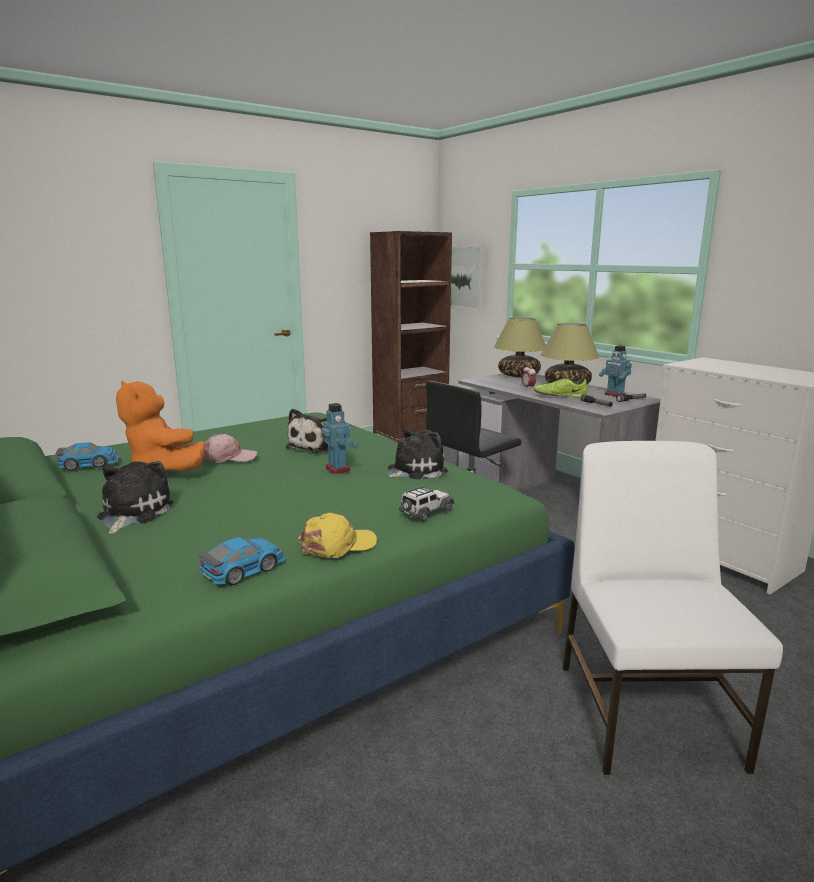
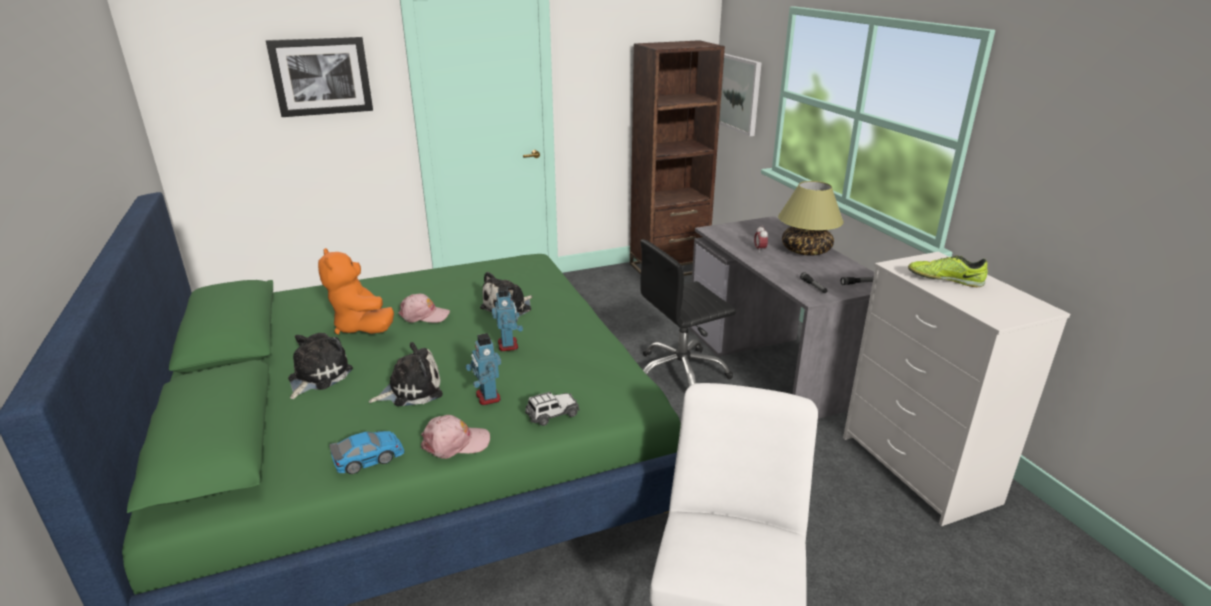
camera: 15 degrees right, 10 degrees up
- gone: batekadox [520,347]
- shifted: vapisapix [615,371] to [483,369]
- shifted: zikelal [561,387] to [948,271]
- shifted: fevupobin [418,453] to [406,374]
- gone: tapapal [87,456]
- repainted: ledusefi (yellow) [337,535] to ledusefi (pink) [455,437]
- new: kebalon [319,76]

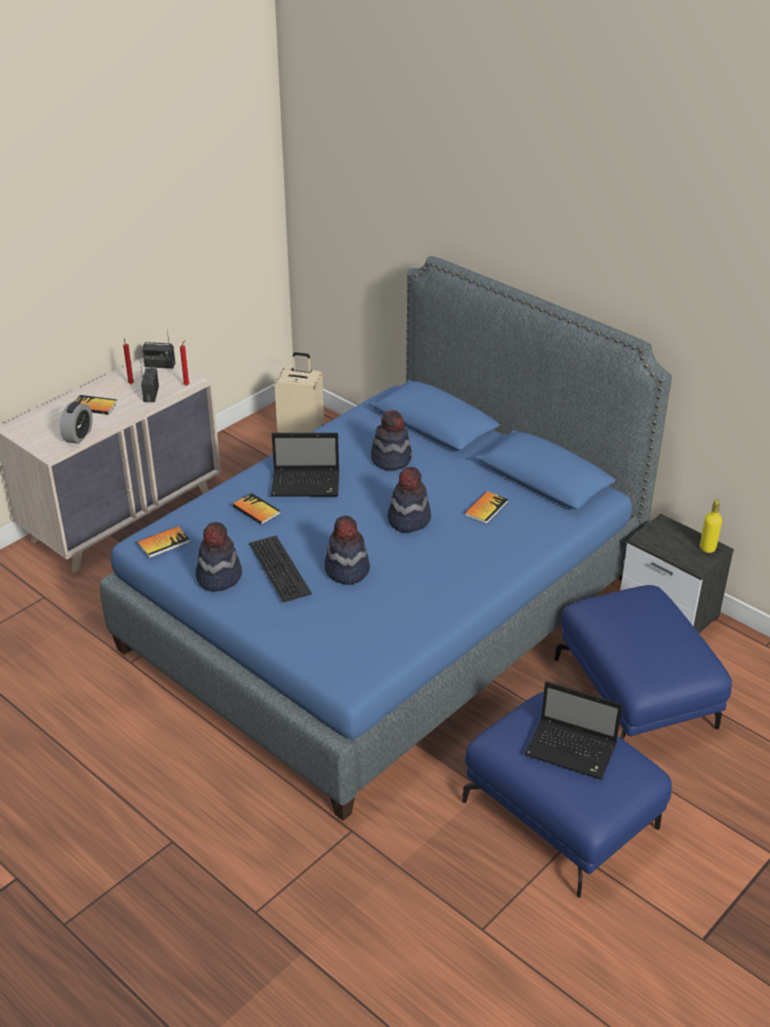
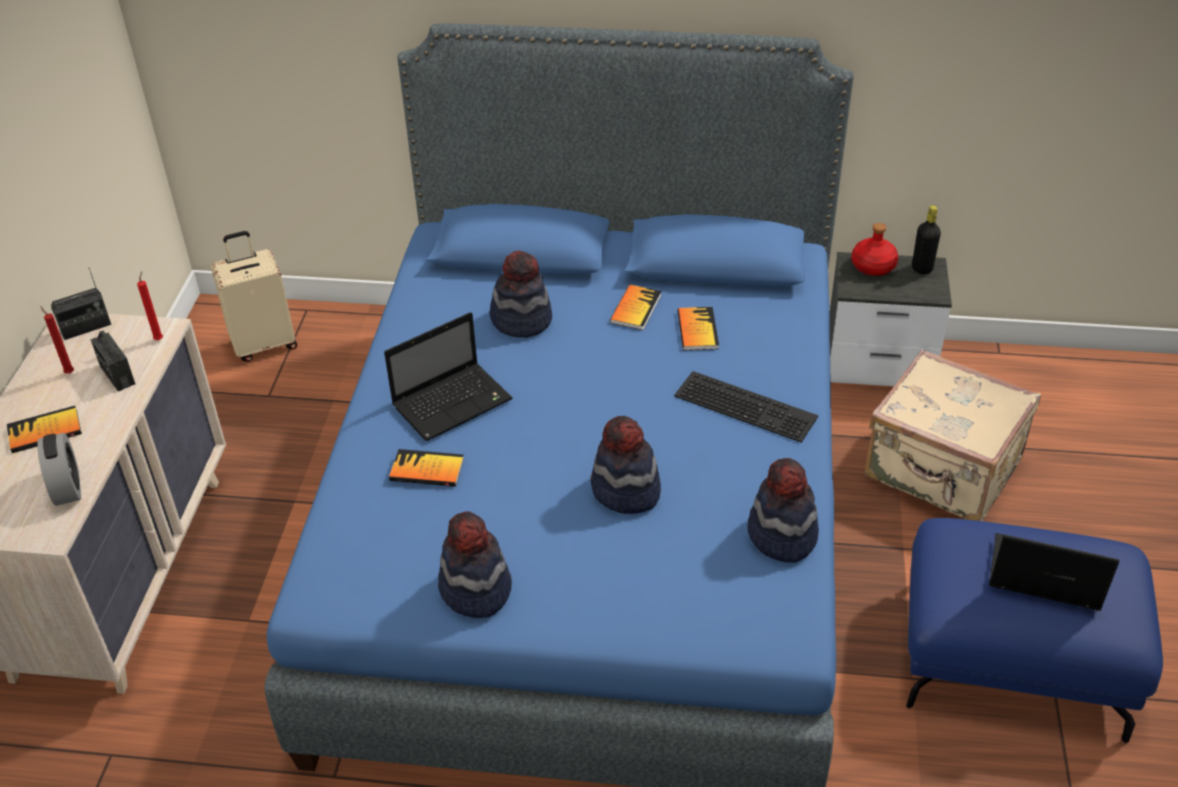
camera: 35 degrees left, 5 degrees up
- shifted: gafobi [409,499] to [783,510]
- repainted: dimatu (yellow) [711,526] to dimatu (black) [926,239]
- shifted: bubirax [164,542] to [635,307]
- shifted: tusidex [280,569] to [746,407]
- swapped: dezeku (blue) [643,662] to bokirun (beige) [952,435]
- rotated: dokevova [573,730] = [1054,572] 150 degrees counterclockwise
- new: dimatu (red) [874,249]

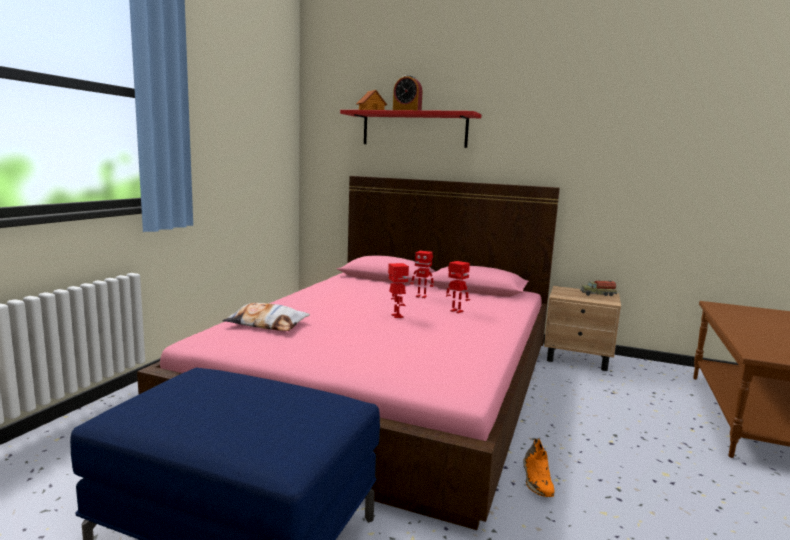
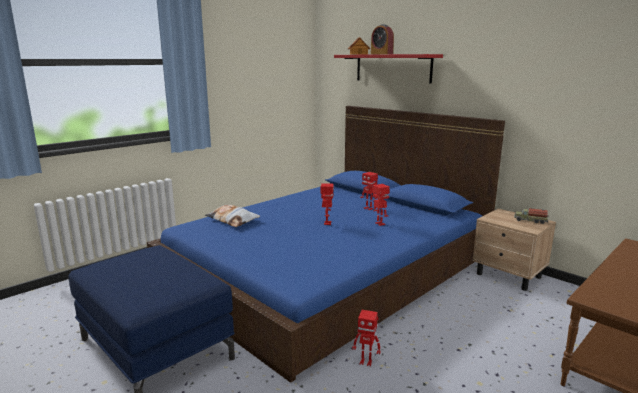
camera: 25 degrees right, 5 degrees up
- repainted: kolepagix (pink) [348,353] to kolepagix (blue) [326,244]
- swapped: zikelal (orange) [538,467] to vapisapix [366,338]

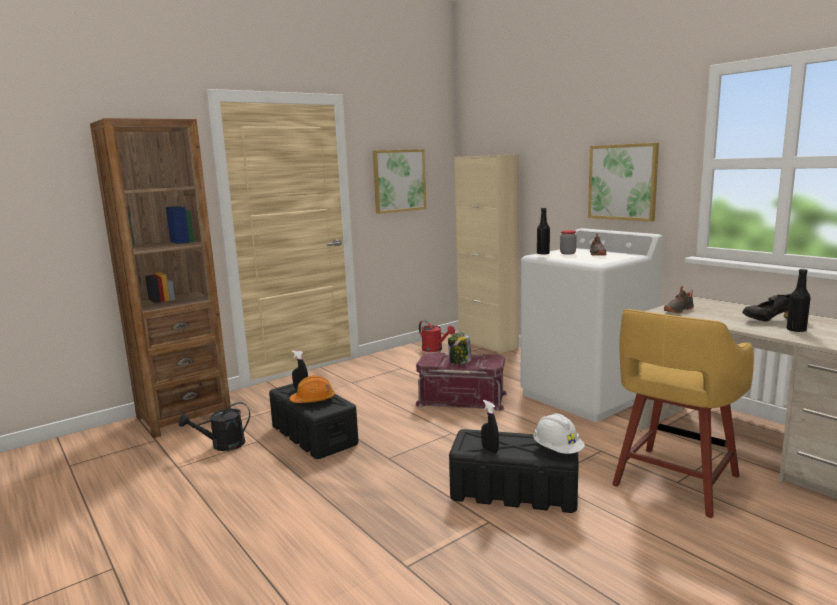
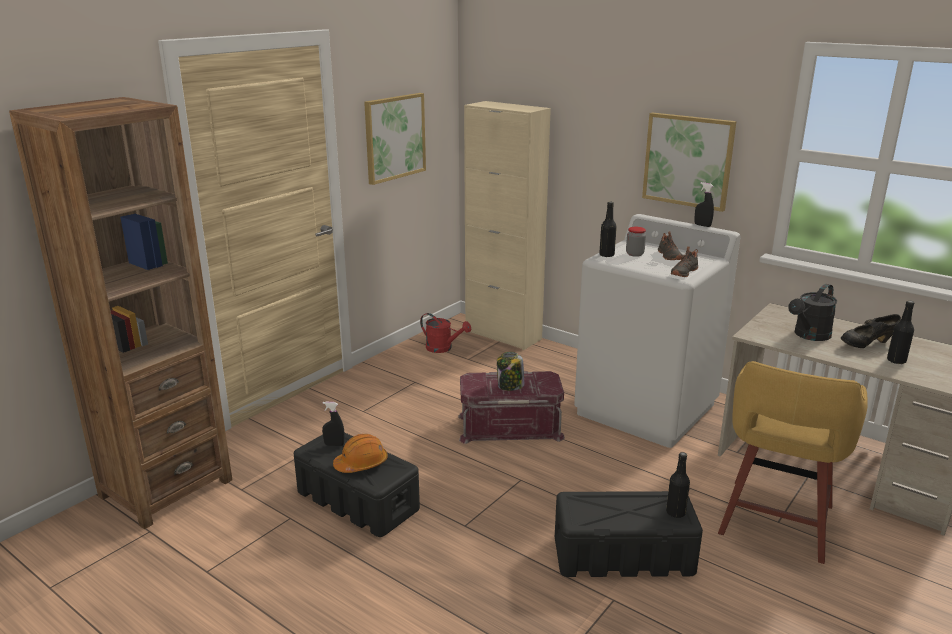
camera: 15 degrees left, 10 degrees up
- shifted: zikelal (black) [679,299] to [684,261]
- shifted: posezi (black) [490,426] to [704,204]
- shifted: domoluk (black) [214,426] to [812,312]
- swapped: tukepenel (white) [559,433] to dimatu (black) [678,485]

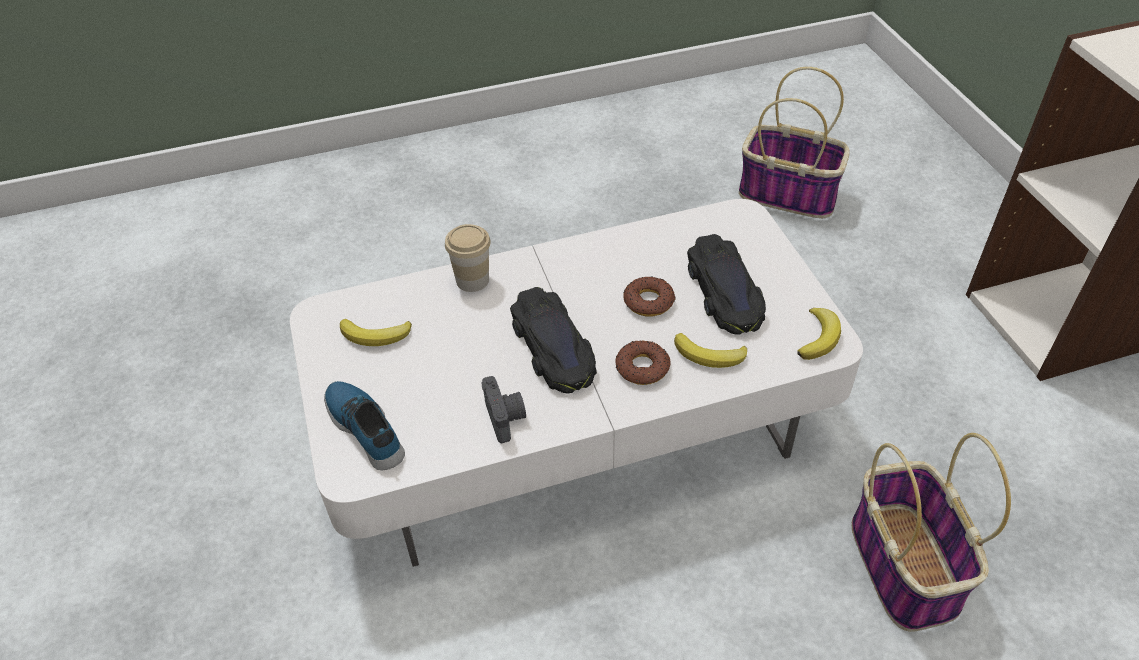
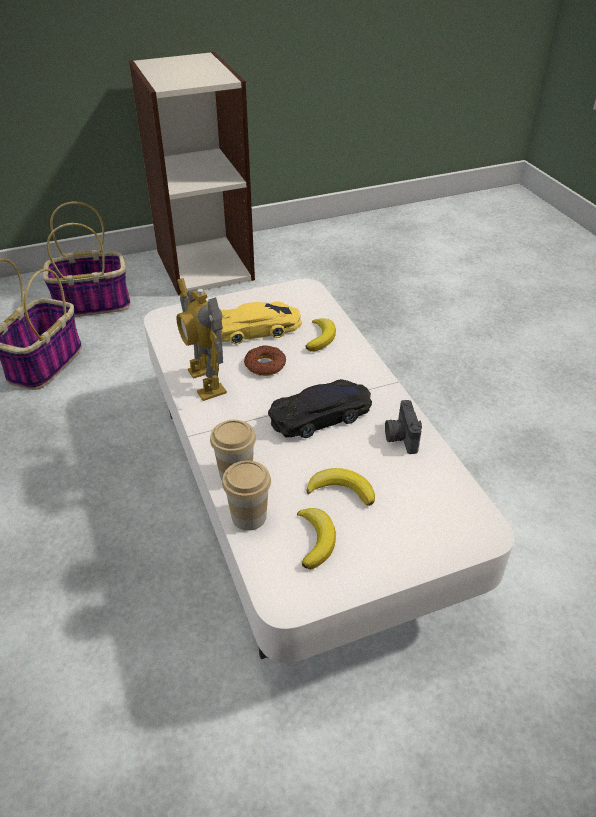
camera: 95 degrees left, 5 degrees down
- repainted: tapapal (black) [726,284] to tapapal (yellow) [261,323]
- shifted: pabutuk [819,334] to [340,487]
- gone: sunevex [643,362]
- rotated: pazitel [503,409] = [403,427] 75 degrees counterclockwise
- gone: zikelal [364,425]
- shifted: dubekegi [931,532] to [87,259]
- new: vapisapix [201,339]
- new: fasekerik [246,496]

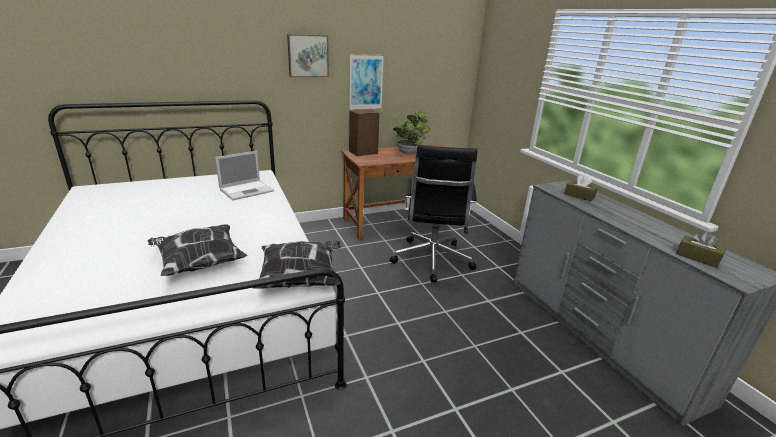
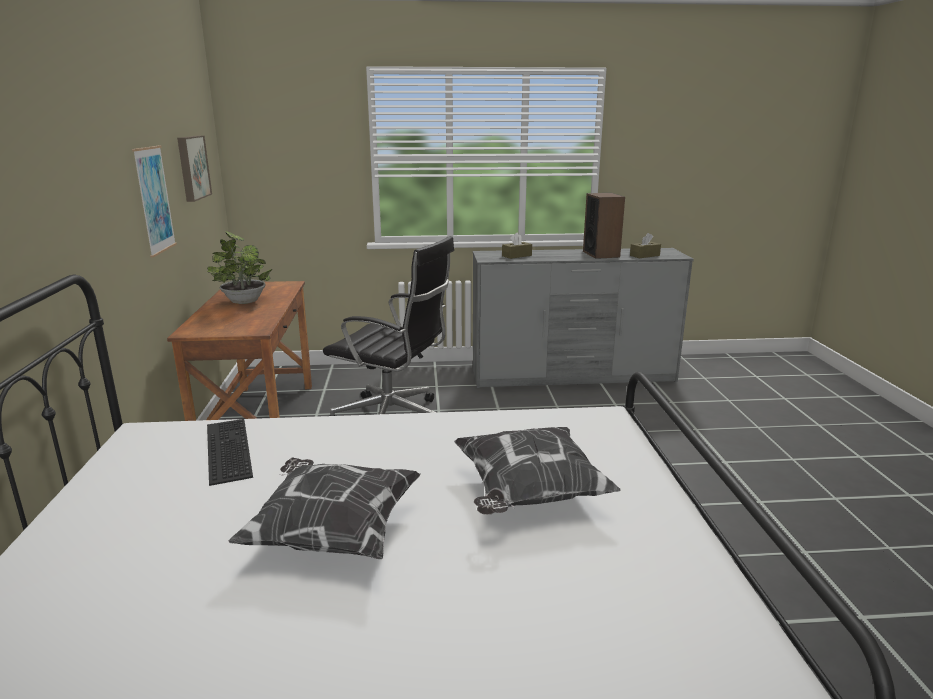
camera: 70 degrees left, 5 degrees down
- shifted: kebalon [308,55] to [194,169]
- shifted: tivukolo [364,132] to [604,226]
- swapped: dokevova [244,176] to tusidex [230,452]
- shifted: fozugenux [297,264] to [325,508]

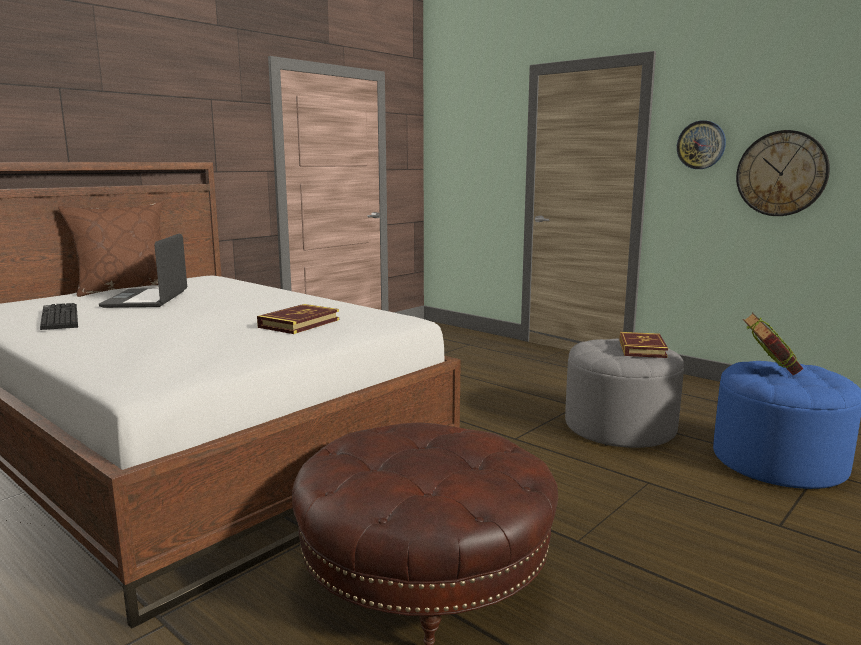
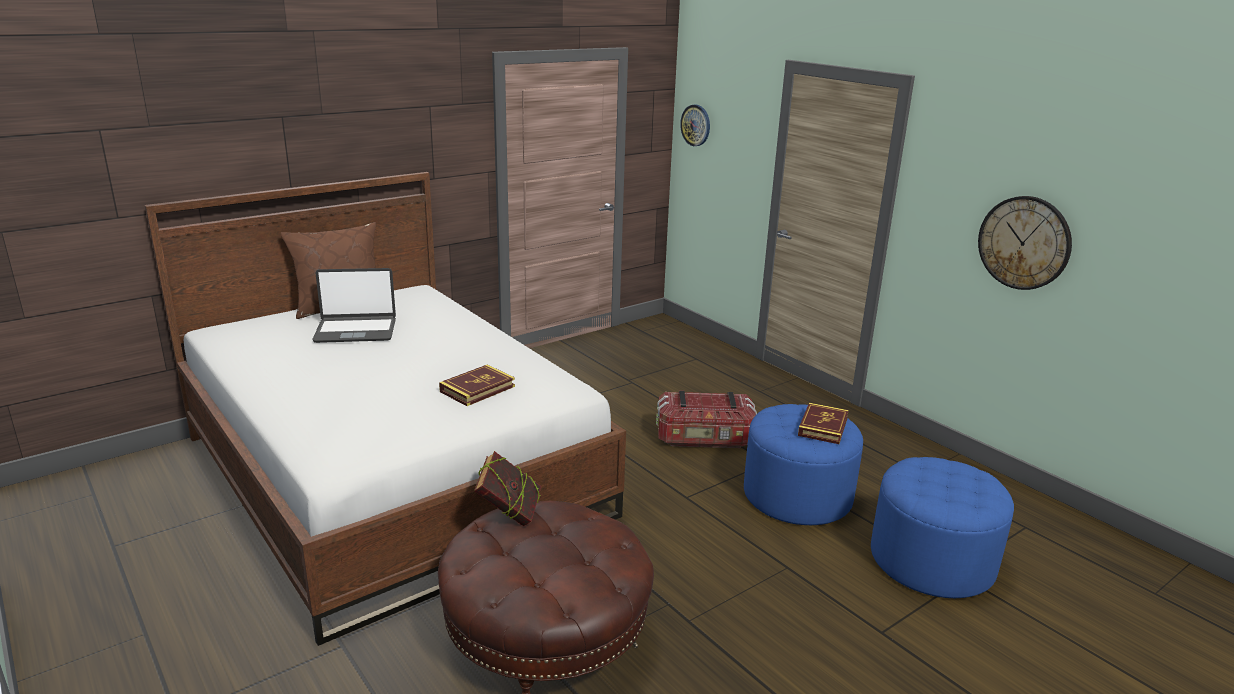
camera: 10 degrees right, 10 degrees up
- shifted: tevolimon [701,144] to [695,125]
- rotated: dokevova [143,271] = [354,305] 105 degrees counterclockwise
- gone: tusidex [59,316]
- shifted: bubirax [773,343] to [508,488]
- repainted: dezeku (grey) [624,393] to dezeku (blue) [803,464]
- new: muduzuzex [706,419]

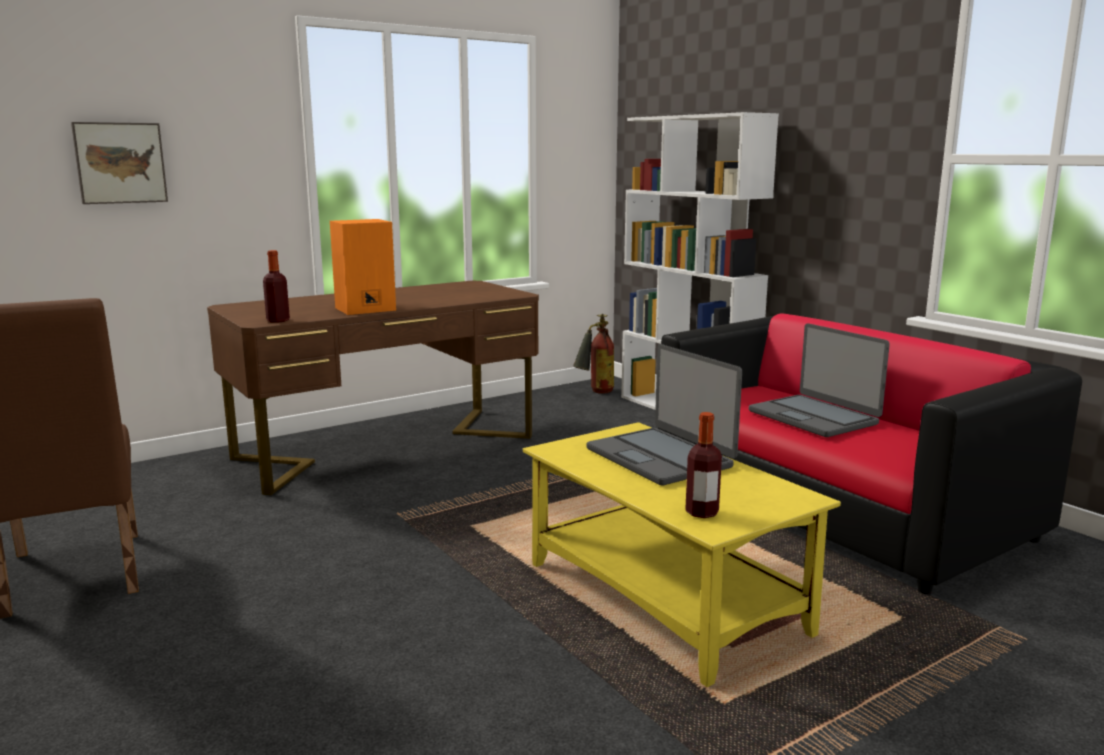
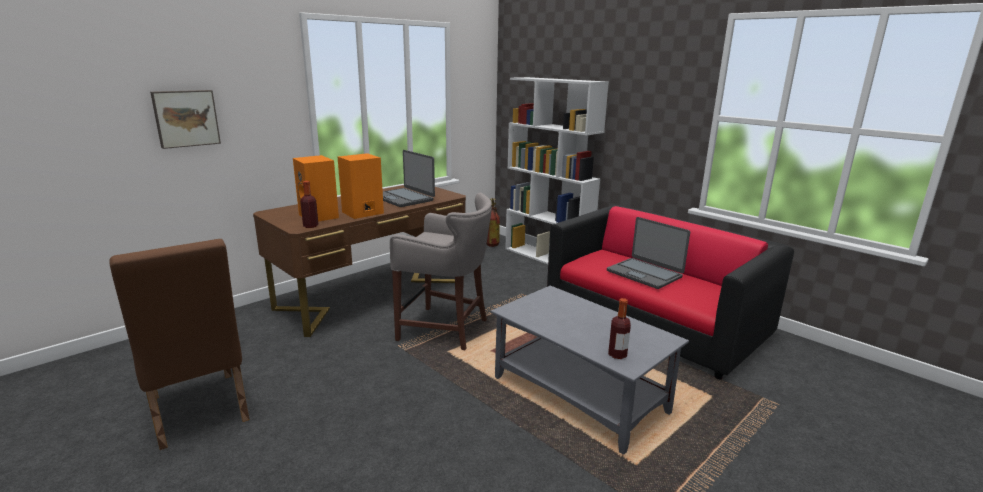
camera: 10 degrees left, 5 degrees up
- shifted: dokevova [664,415] to [409,178]
- repainted: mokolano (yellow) [682,554] to mokolano (grey) [590,370]
- new: tivukolo (orange) [316,188]
- new: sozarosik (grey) [441,271]

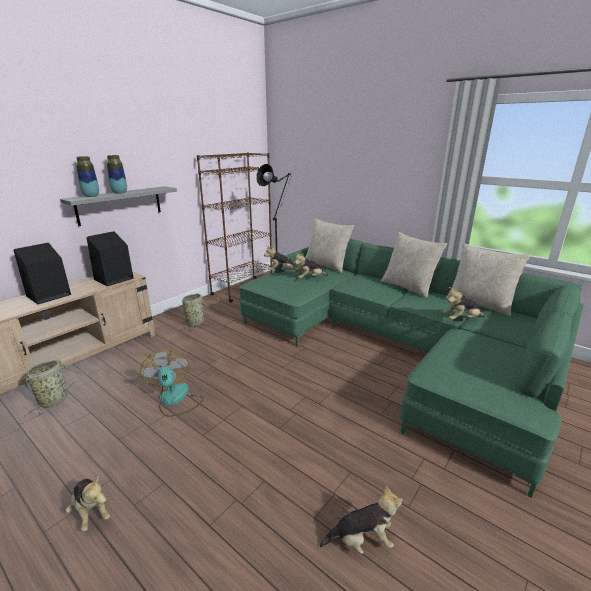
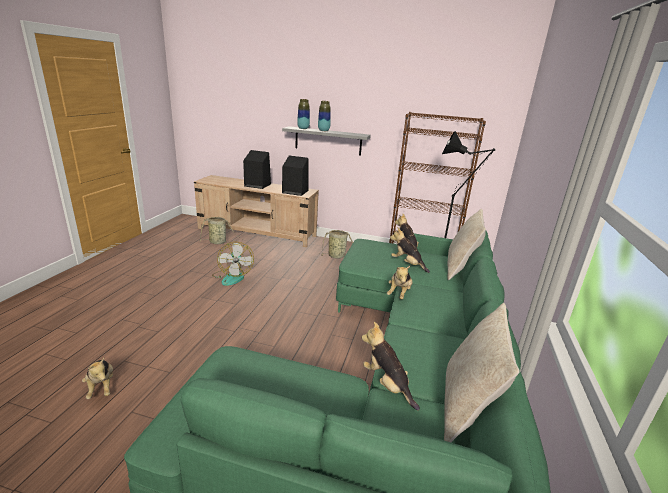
camera: 65 degrees right, 0 degrees up
- gone: fozugenux (beige) [414,265]
- rotated: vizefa [172,383] = [233,264] 120 degrees clockwise
- shifted: fevupobin [88,503] to [399,282]

